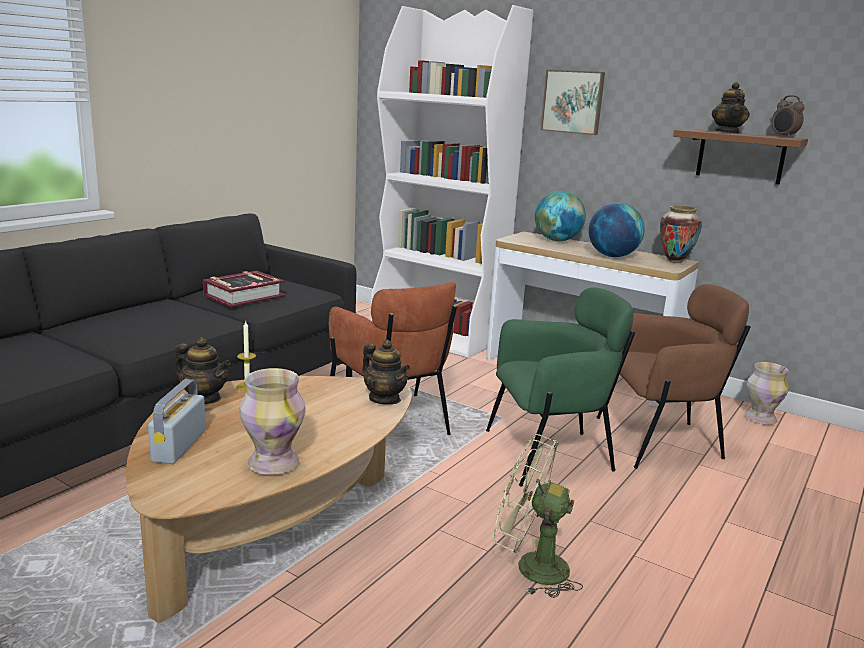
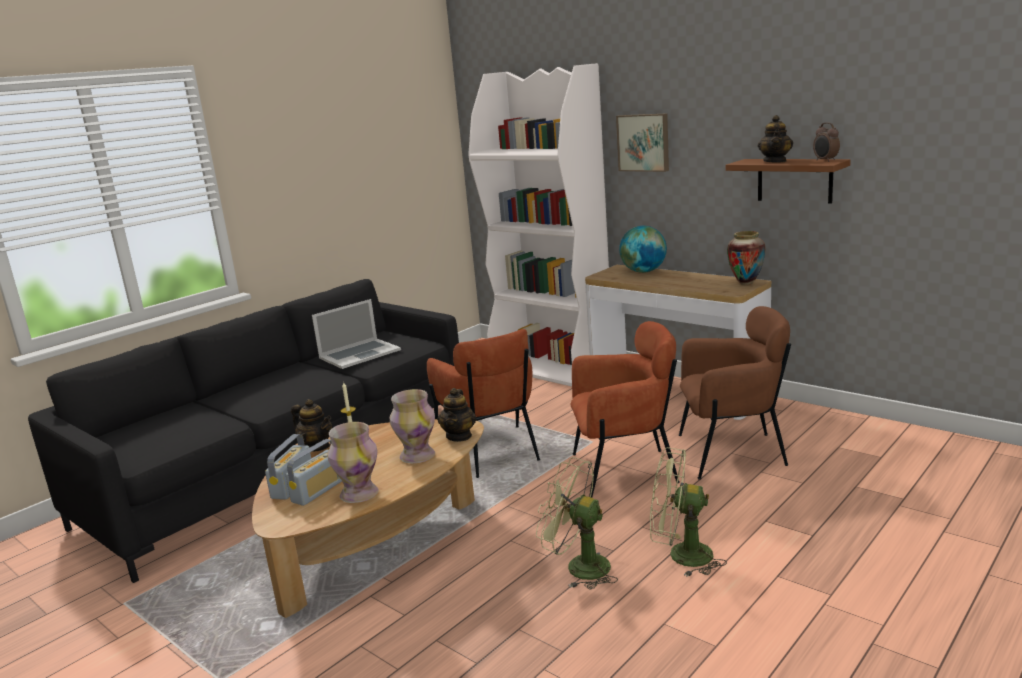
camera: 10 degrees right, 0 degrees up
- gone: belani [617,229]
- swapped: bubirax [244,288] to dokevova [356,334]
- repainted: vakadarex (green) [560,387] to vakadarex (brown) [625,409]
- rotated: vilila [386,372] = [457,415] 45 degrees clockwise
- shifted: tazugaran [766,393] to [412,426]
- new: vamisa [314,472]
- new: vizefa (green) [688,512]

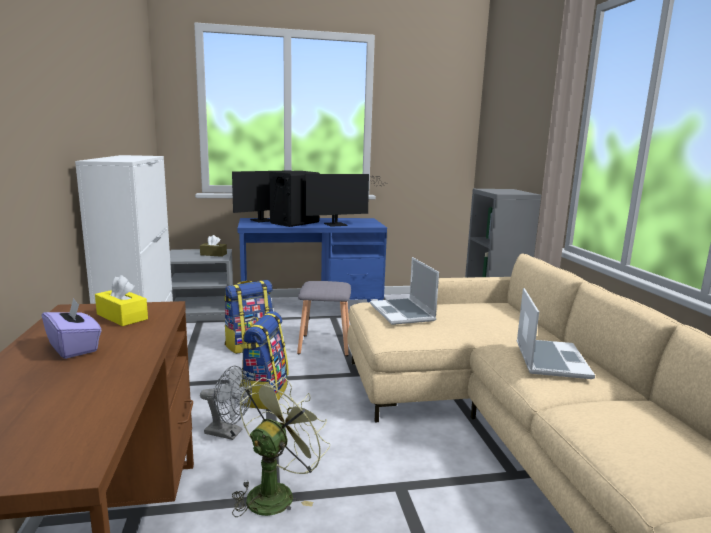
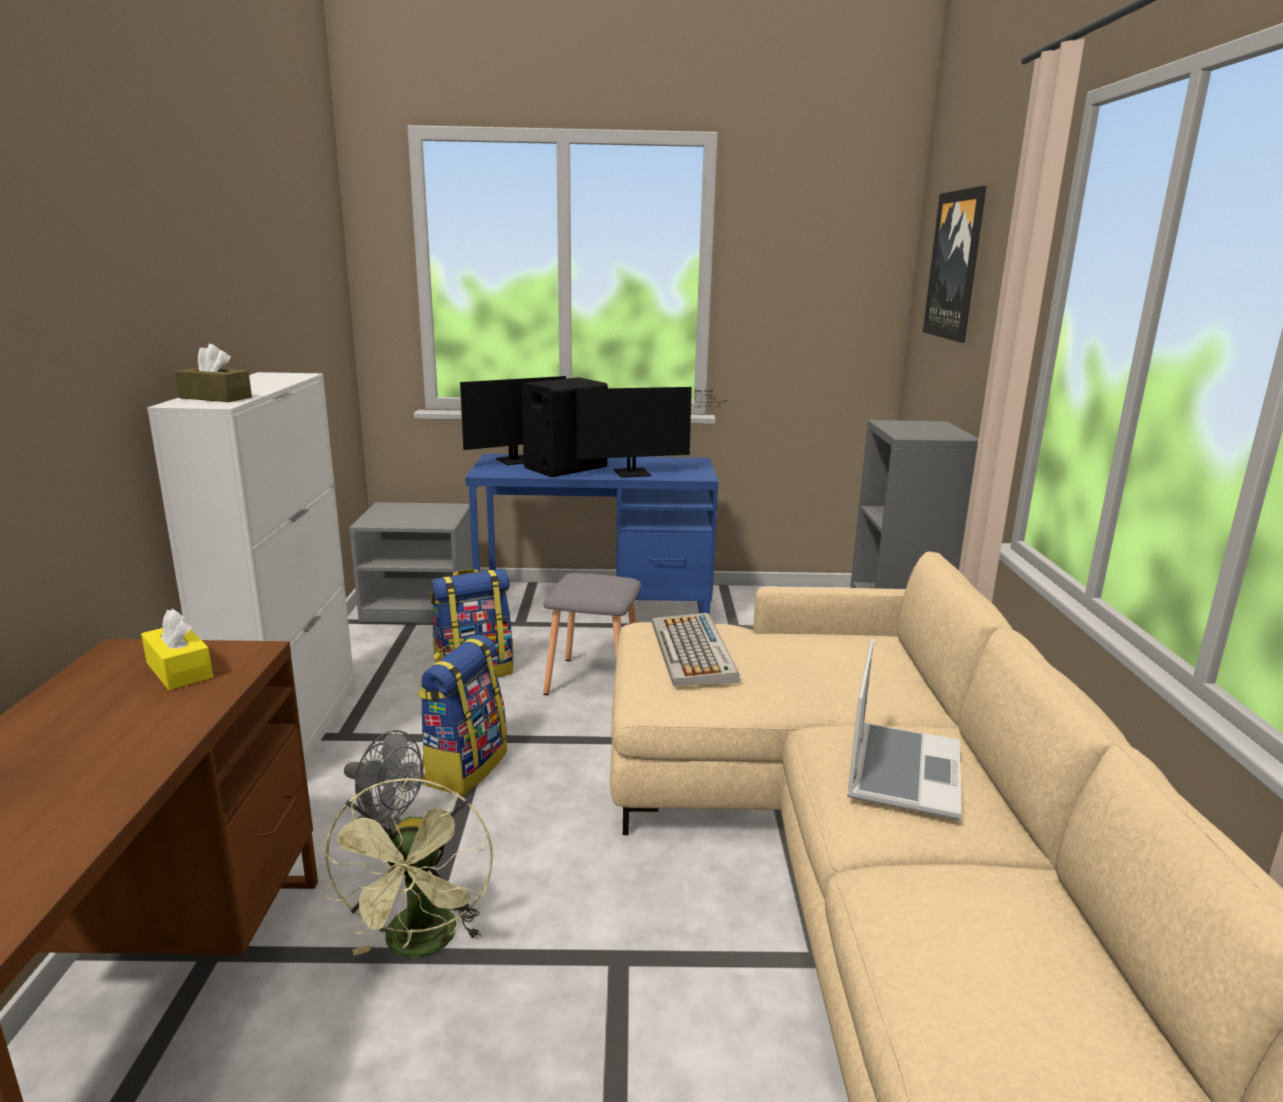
camera: 10 degrees right, 5 degrees up
- shifted: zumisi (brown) [213,246] to [213,373]
- swapped: dokevova [404,291] to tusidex [696,649]
- gone: zumisi (purple) [72,328]
- rotated: vizefa (green) [281,447] = [407,867] 135 degrees clockwise
- new: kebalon [955,264]

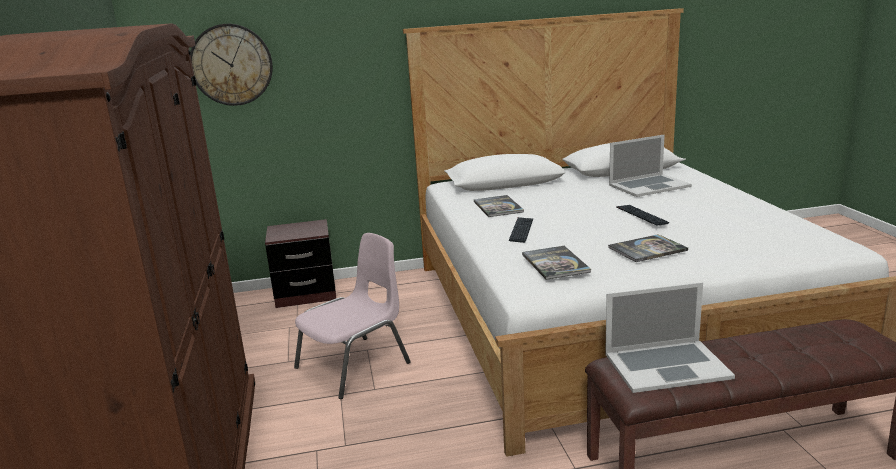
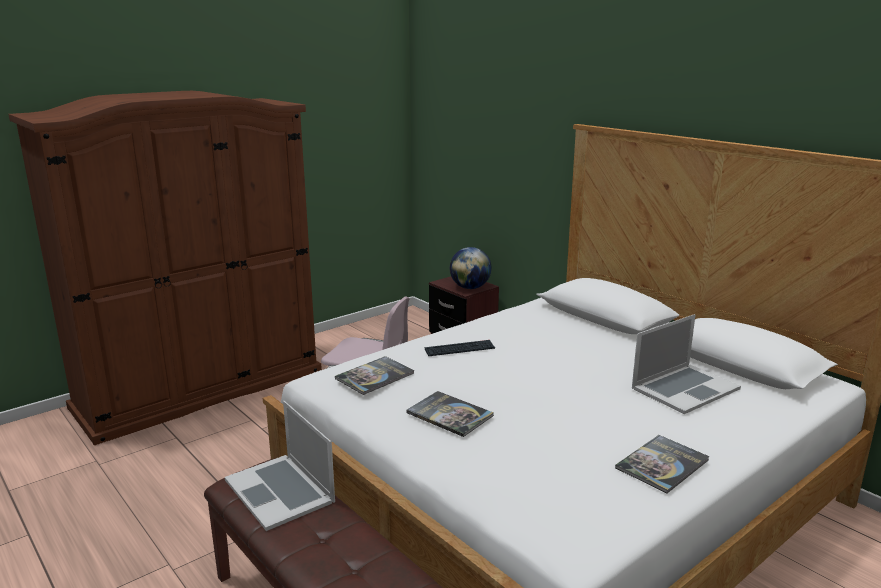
camera: 60 degrees right, 0 degrees up
- gone: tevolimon [231,65]
- rotated: dokevova [650,165] = [686,364] 75 degrees counterclockwise
- shifted: bubirax [499,206] to [662,464]
- gone: tusidex [642,215]
- new: belani [471,268]

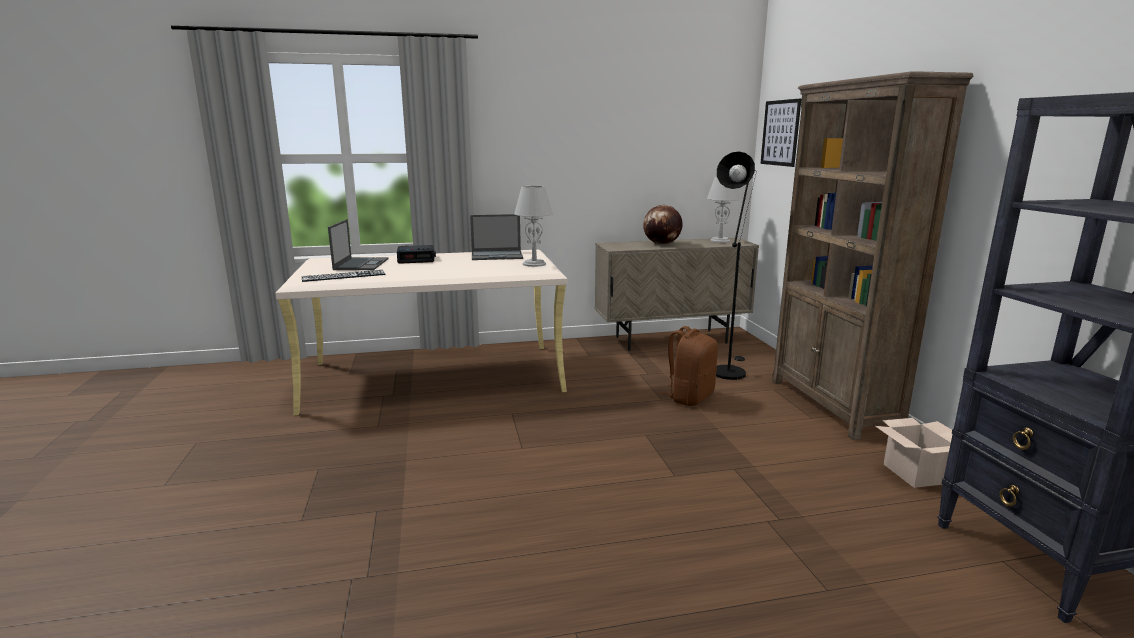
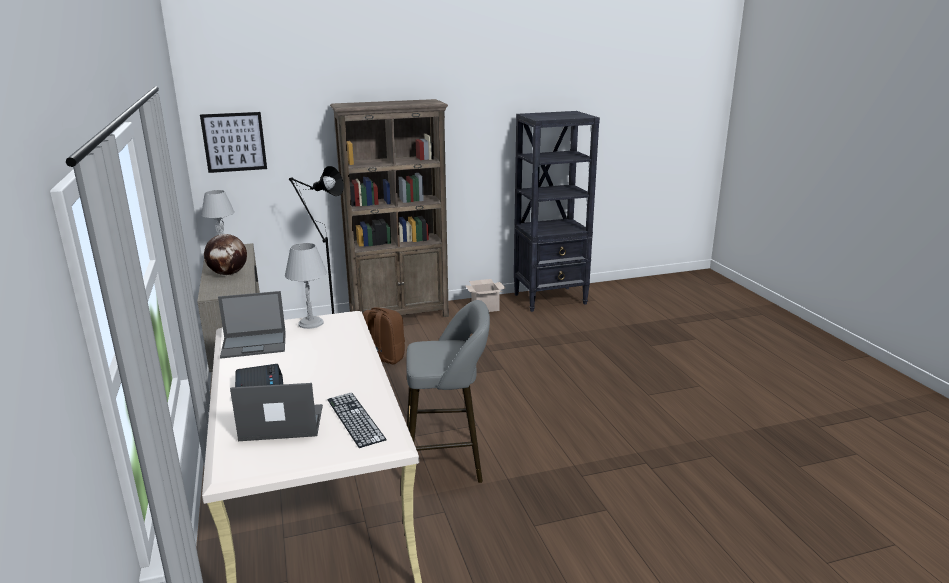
camera: 95 degrees left, 5 degrees up
- rotated: dokevova [496,237] = [252,325] 90 degrees clockwise
- new: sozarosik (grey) [448,391]

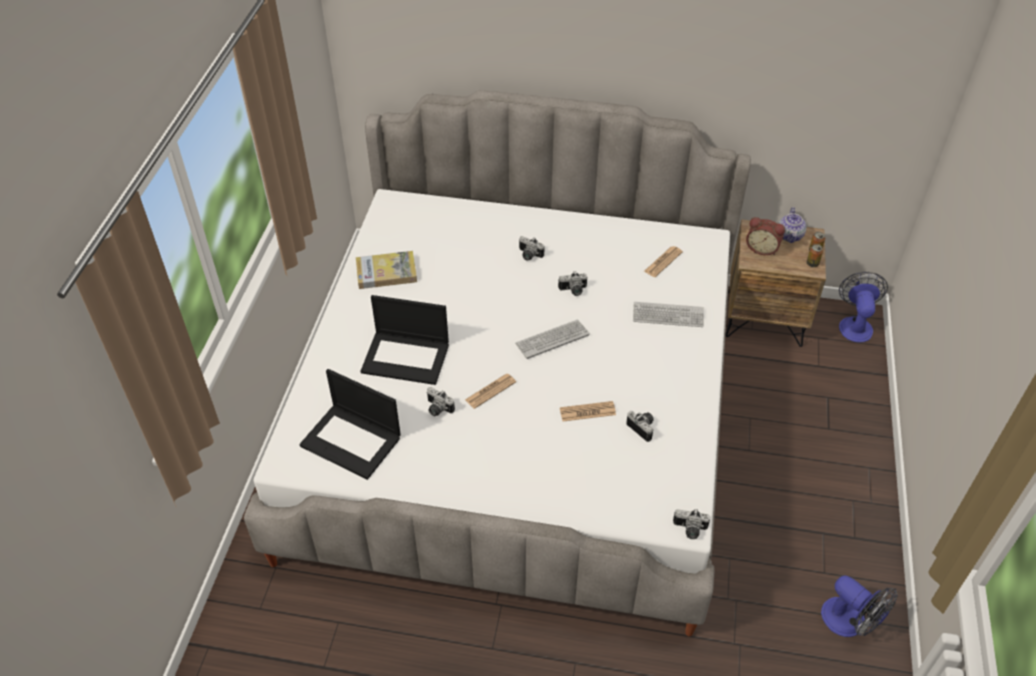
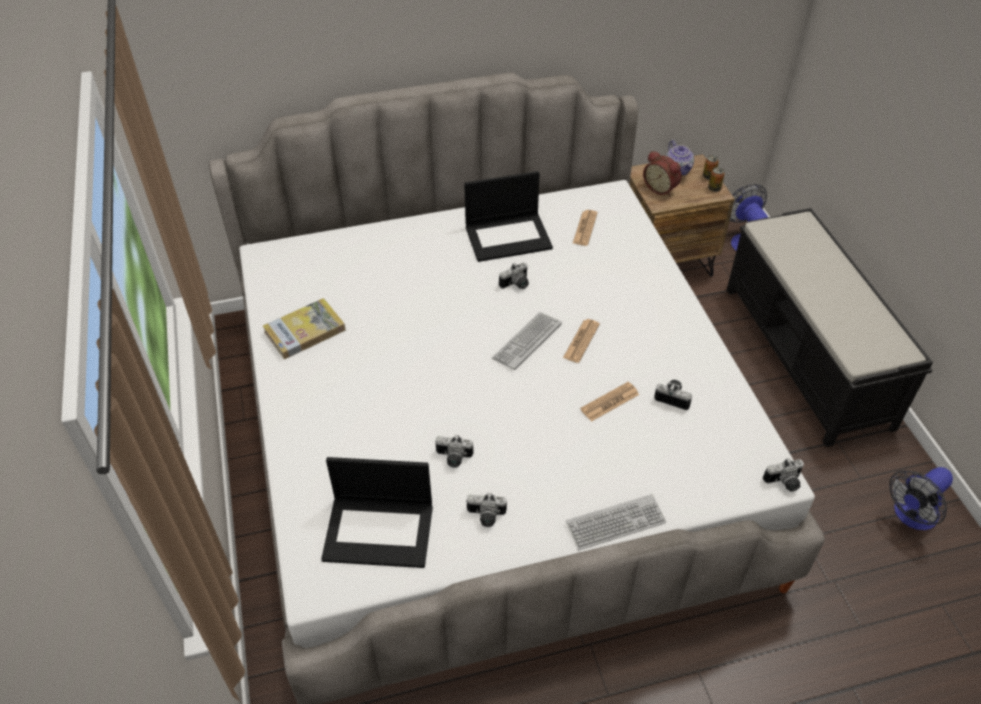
camera: 25 degrees left, 0 degrees up
- rotated: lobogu [765,236] = [662,173] 45 degrees clockwise
- shifted: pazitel [532,248] to [487,509]
- shifted: dokevova [404,340] to [508,216]
- shifted: tusidex [668,314] to [616,522]
- shifted: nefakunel [490,391] to [581,341]
- rotated: vizefa [859,606] = [921,498] 120 degrees clockwise
- new: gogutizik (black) [830,327]

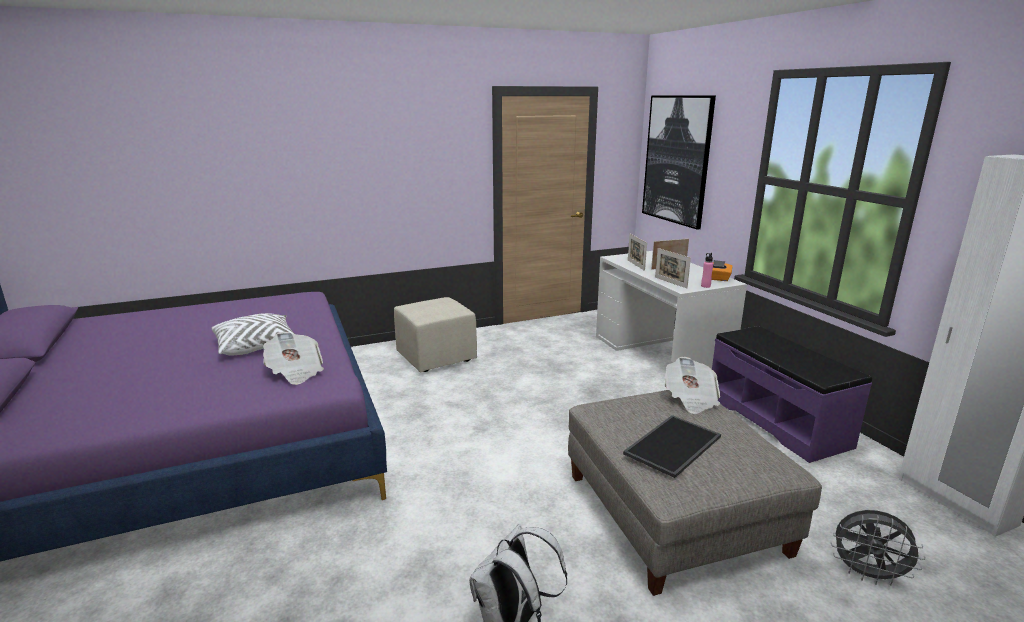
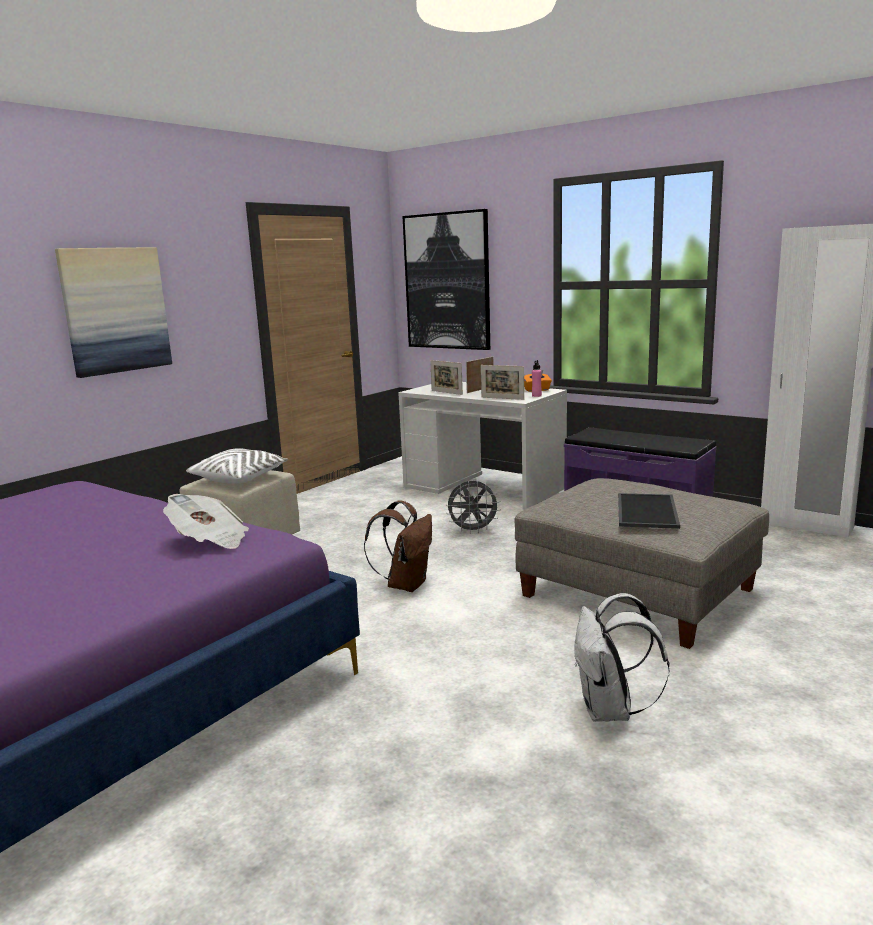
camera: 30 degrees left, 5 degrees down
- shifted: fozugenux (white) [253,334] to [237,466]
- gone: nefakunel [692,385]
- shifted: vizefa (grey) [878,547] to [473,507]
- new: kebalon [113,312]
- new: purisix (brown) [398,546]

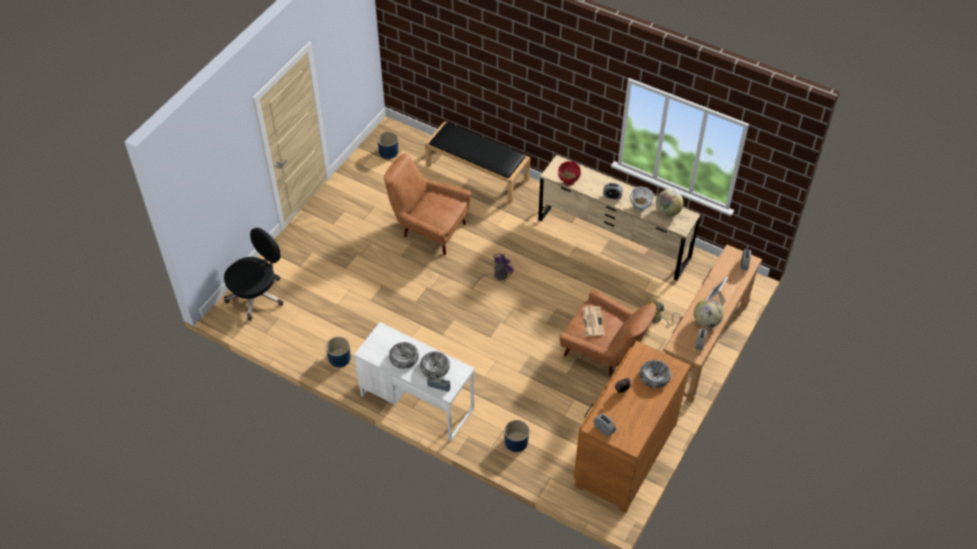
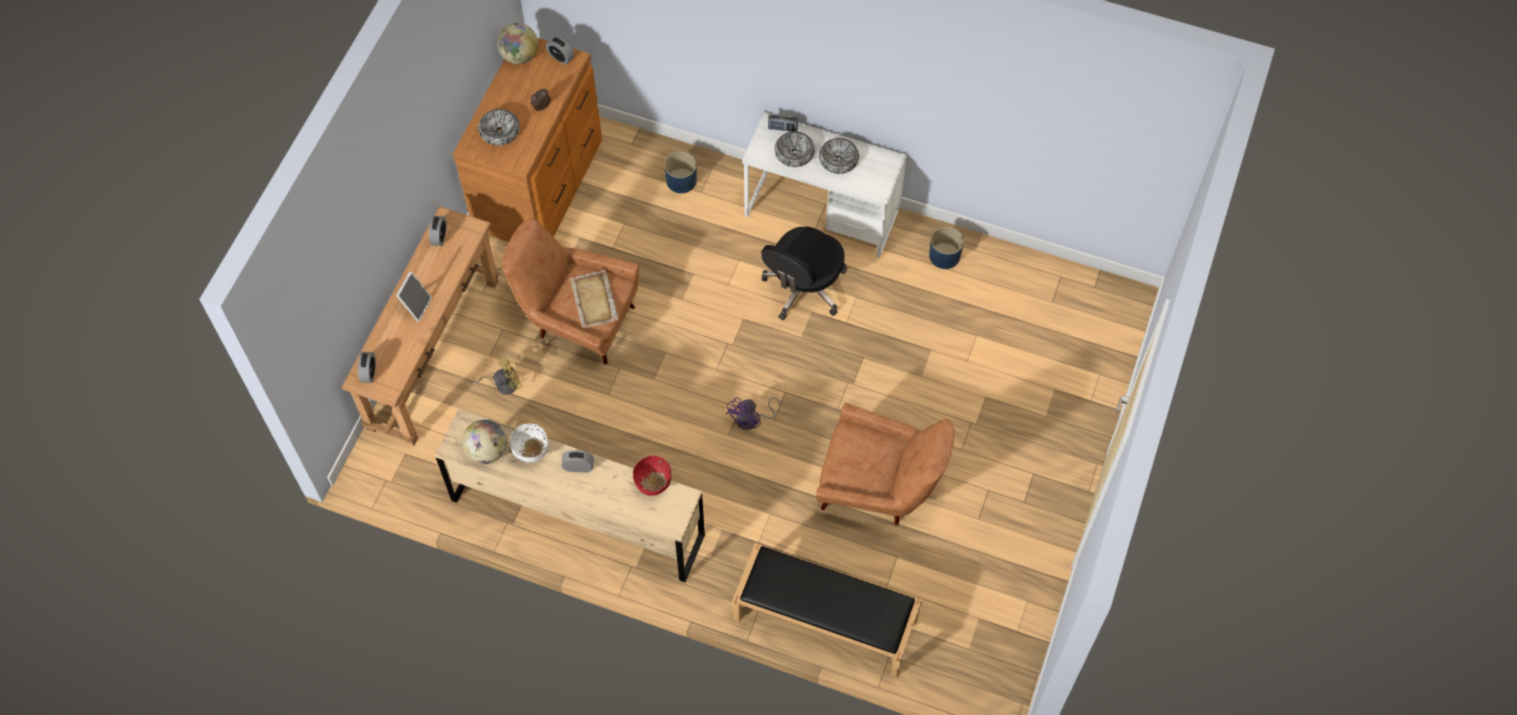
camera: 170 degrees right, 10 degrees up
- gone: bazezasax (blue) [387,145]
- shifted: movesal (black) [253,274] to [804,273]
- shifted: belani [709,313] to [517,43]
- swapped: nefakunel [593,321] to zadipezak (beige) [594,299]

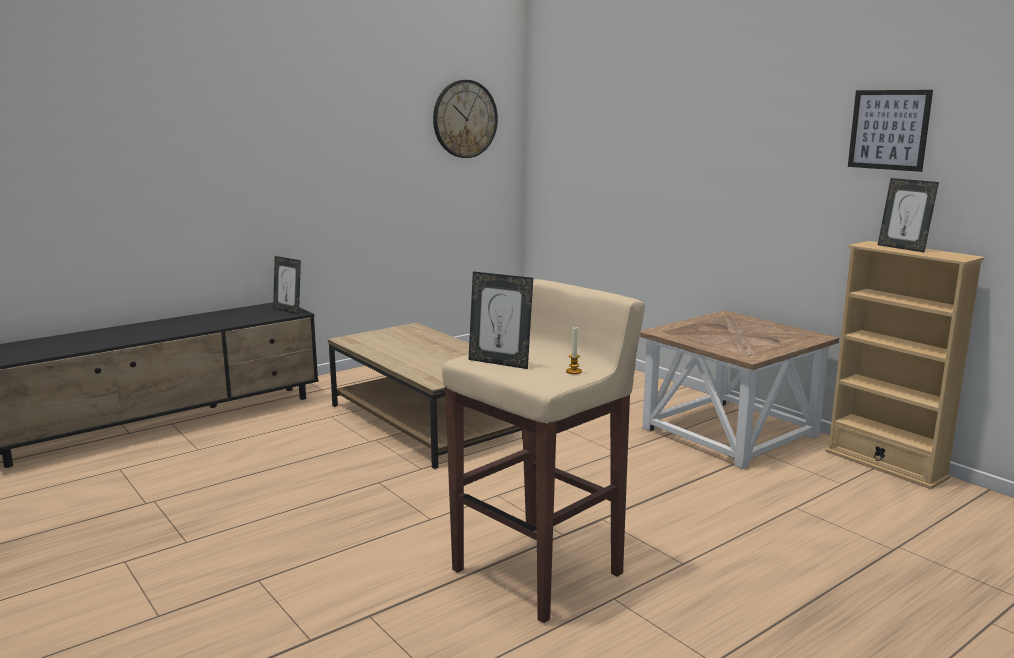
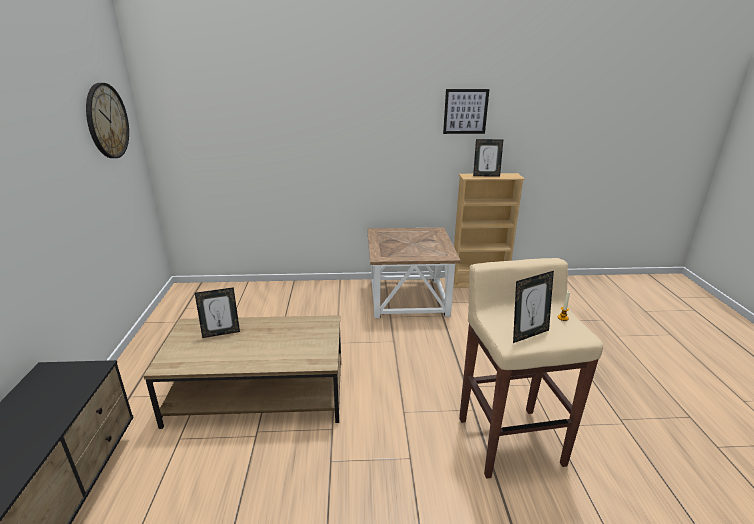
camera: 55 degrees left, 10 degrees up
- shifted: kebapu [287,285] to [217,312]

